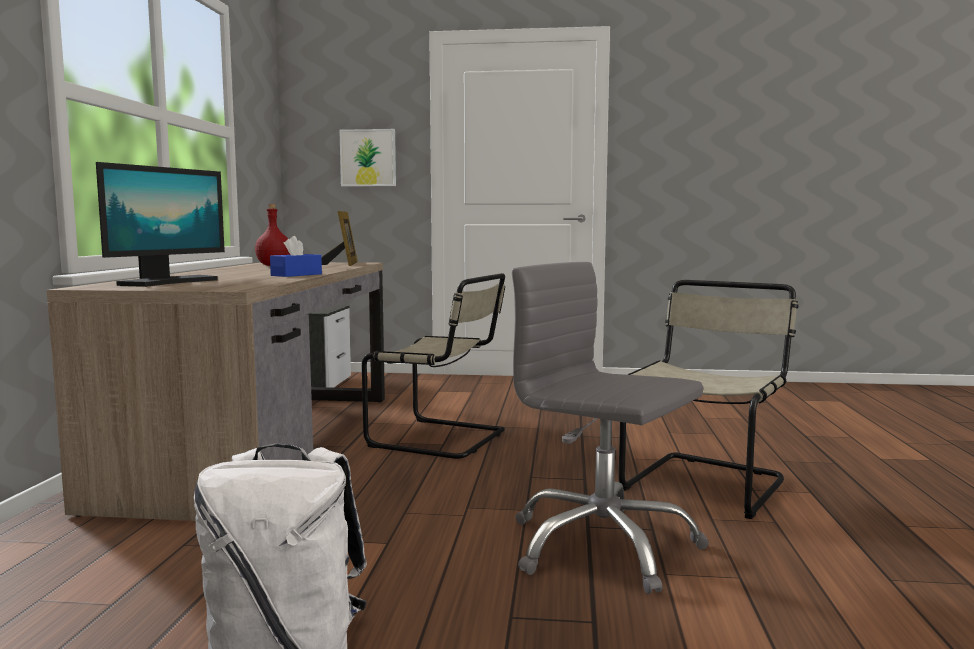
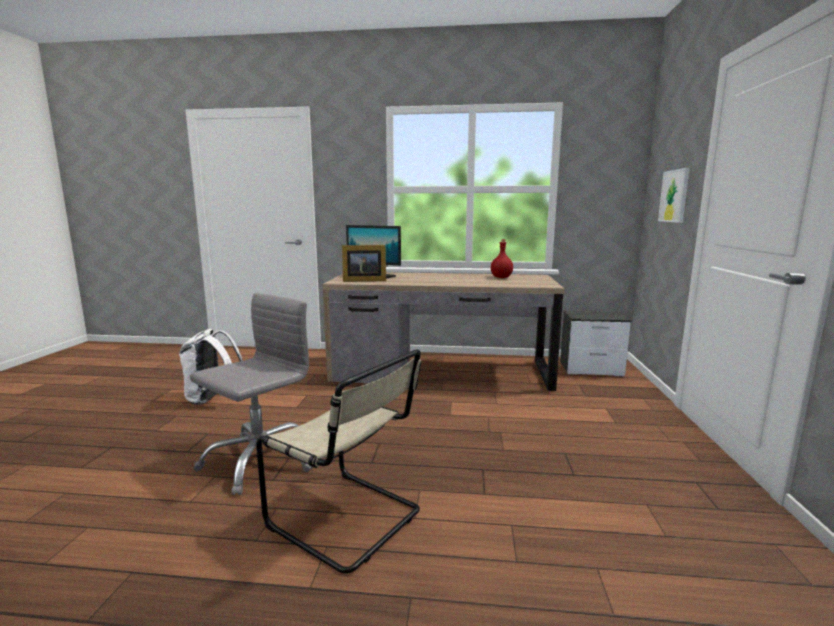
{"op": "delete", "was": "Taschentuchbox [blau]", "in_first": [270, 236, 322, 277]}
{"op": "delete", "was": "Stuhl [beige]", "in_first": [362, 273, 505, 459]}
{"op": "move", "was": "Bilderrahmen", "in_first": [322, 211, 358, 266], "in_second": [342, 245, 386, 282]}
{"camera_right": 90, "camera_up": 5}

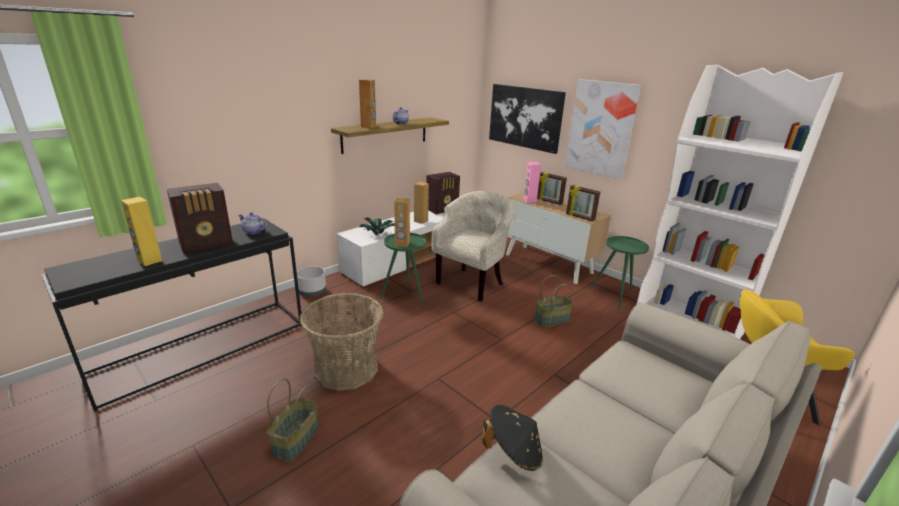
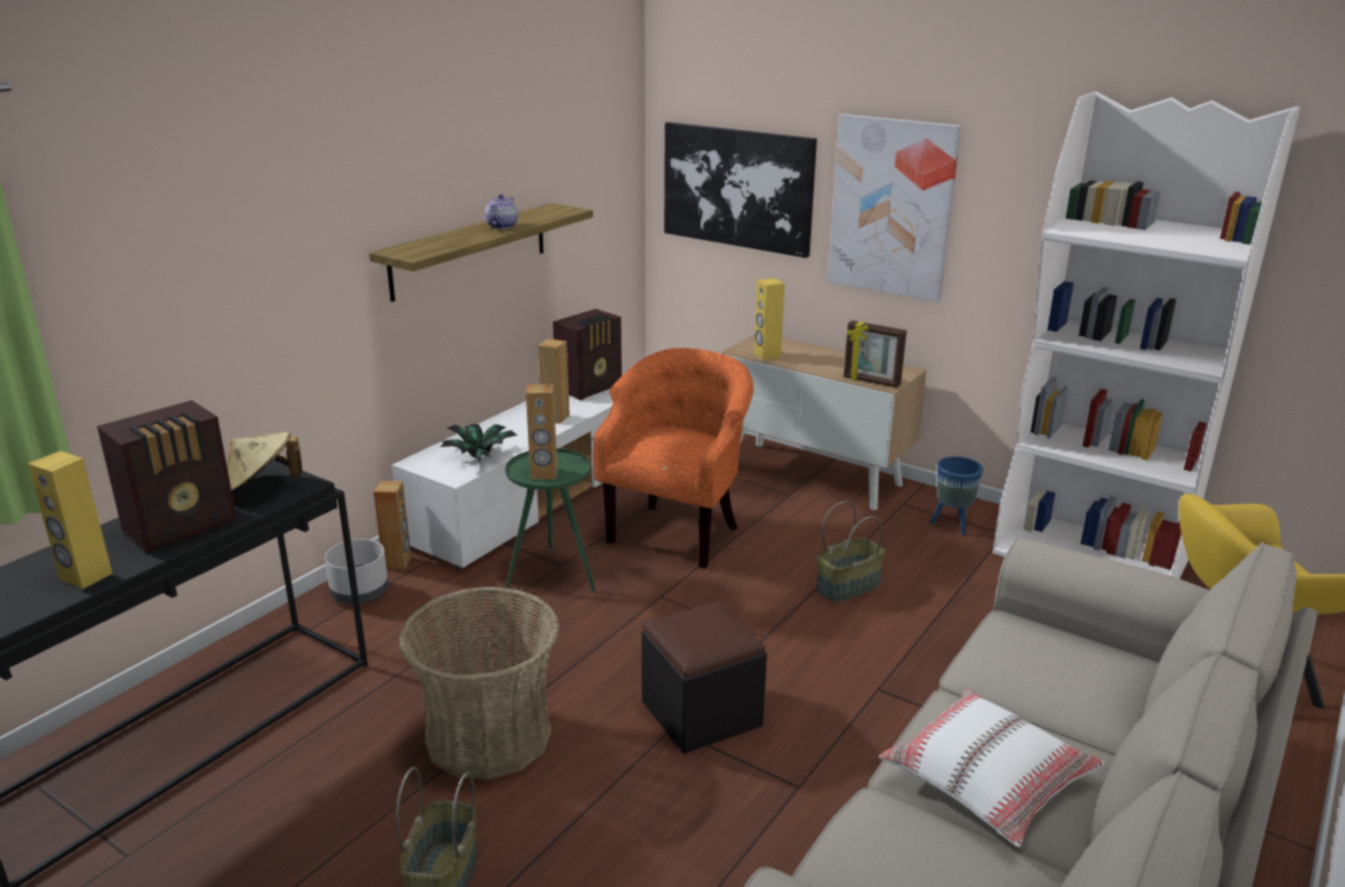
{"op": "delete", "was": "Hut [schwarz]", "in_first": [482, 405, 543, 471]}
{"op": "delete", "was": "Bilderrahmen", "in_first": [537, 172, 567, 205]}
{"op": "insert", "now": "Polsterhocker [schwarz]", "in_second": [642, 601, 767, 754]}
{"op": "insert", "now": "Kissen [weiß]", "in_second": [879, 688, 1105, 847]}
{"op": "move", "was": "Lautsprecher [braun]", "in_first": [359, 79, 376, 128], "in_second": [374, 481, 411, 570]}
{"op": "replace", "was": "Teekanne", "now": "Hut [beige]", "in_first": [238, 212, 267, 234], "in_second": [227, 432, 303, 495]}
{"op": "replace", "was": "Beistelltisch [grün]", "now": "Pflanzkübel [blau]", "in_first": [590, 236, 649, 310], "in_second": [930, 457, 983, 535]}
{"op": "recolor", "was": "Sessel [beige]", "now": "Sessel [orange]", "in_first": [431, 191, 515, 302], "in_second": [593, 348, 754, 568]}
{"op": "recolor", "was": "Lautsprecher [rosa]", "now": "Lautsprecher [gelb]", "in_first": [524, 162, 541, 203], "in_second": [754, 278, 785, 360]}
{"camera_right": -10, "camera_up": 0}

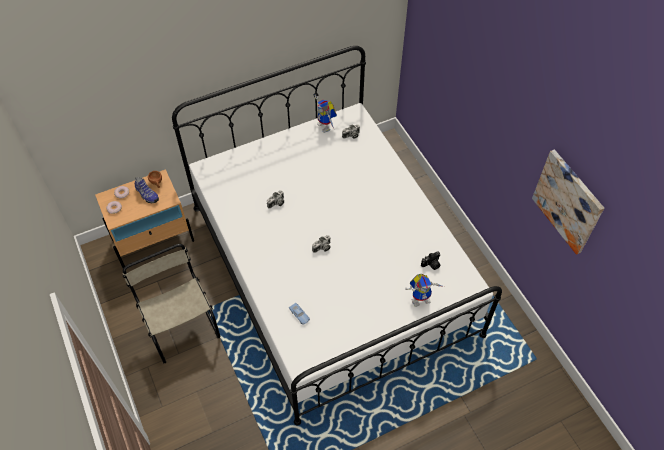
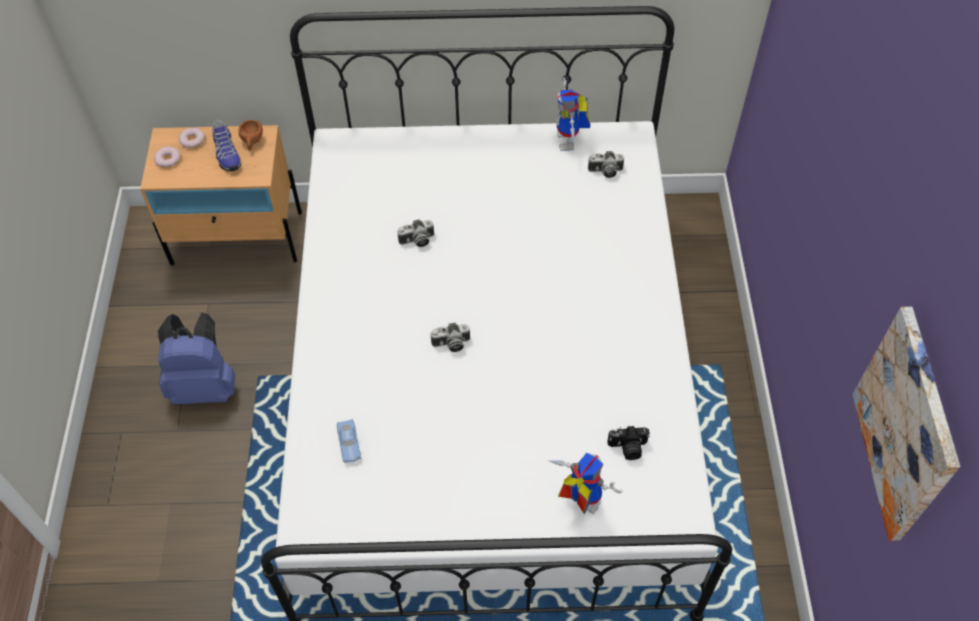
{"op": "replace", "was": "Stuhl [beige]", "now": "Rucksack [blau]", "in_first": [123, 244, 221, 363], "in_second": [158, 312, 235, 405]}
{"op": "rotate", "was": "Spielzeugroboter", "in_first": [405, 274, 444, 307], "in_second": [549, 453, 622, 515], "clockwise": -150}
{"camera_right": 25, "camera_up": 0}

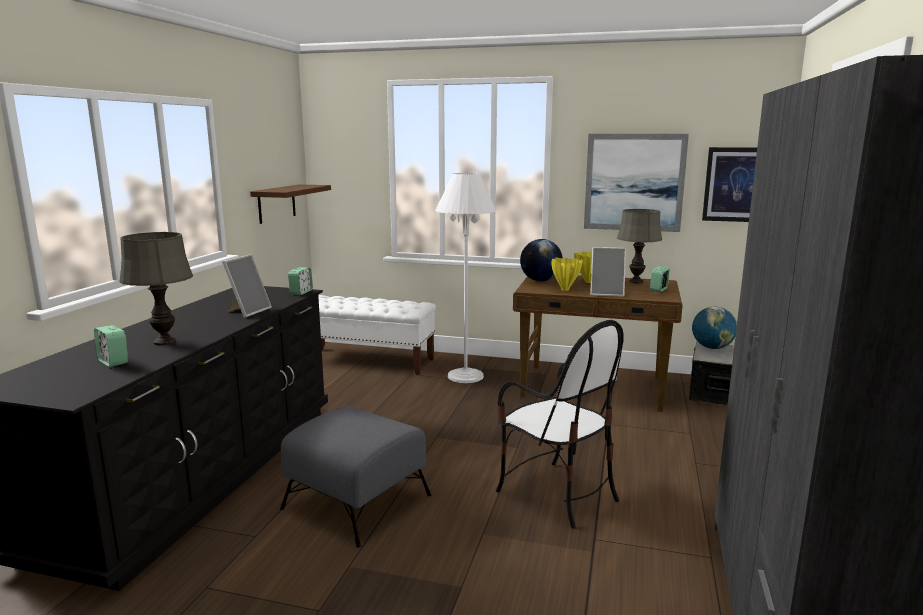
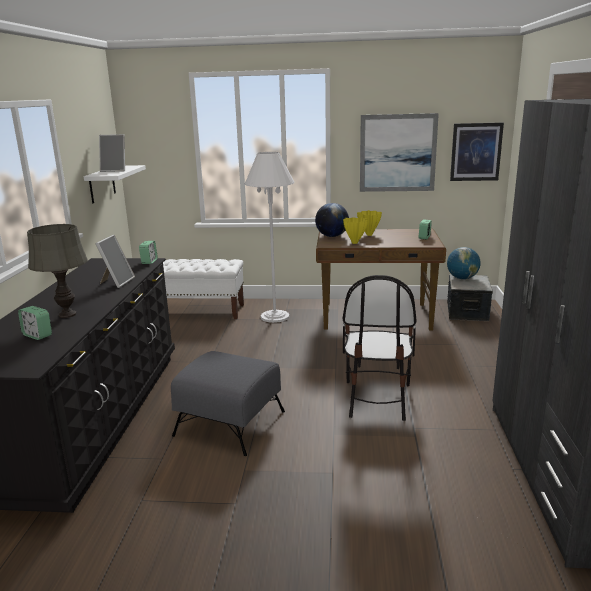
{"op": "delete", "was": "Tischlampe [grau]", "in_first": [617, 209, 662, 283]}
{"op": "move", "was": "Bilderrahmen", "in_first": [590, 247, 626, 297], "in_second": [99, 134, 125, 172]}
{"op": "recolor", "was": "Wandregal [braun]", "now": "Wandregal [weiß]", "in_first": [250, 184, 331, 224], "in_second": [84, 165, 146, 203]}
{"op": "rotate", "was": "Stuhl", "in_first": [496, 320, 624, 528], "in_second": [343, 275, 417, 421], "clockwise": 60}
{"camera_right": -10, "camera_up": 5}

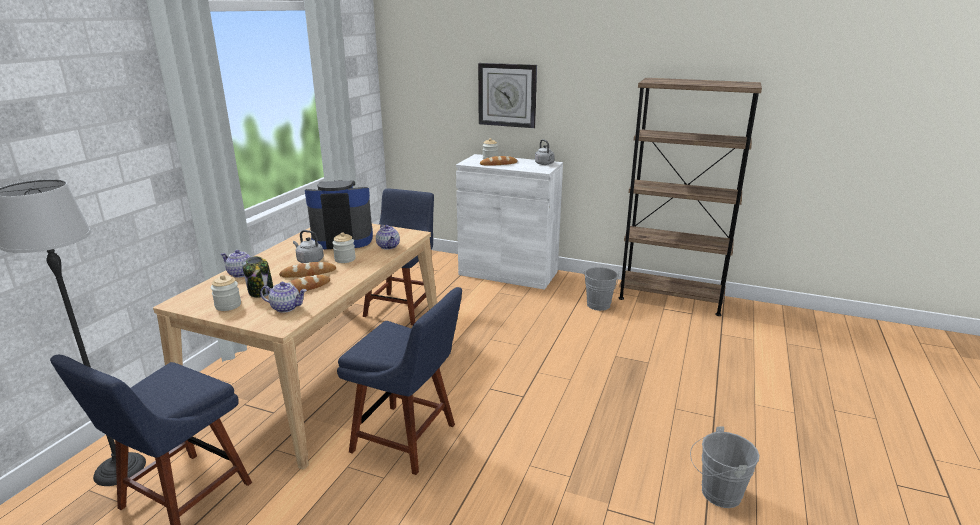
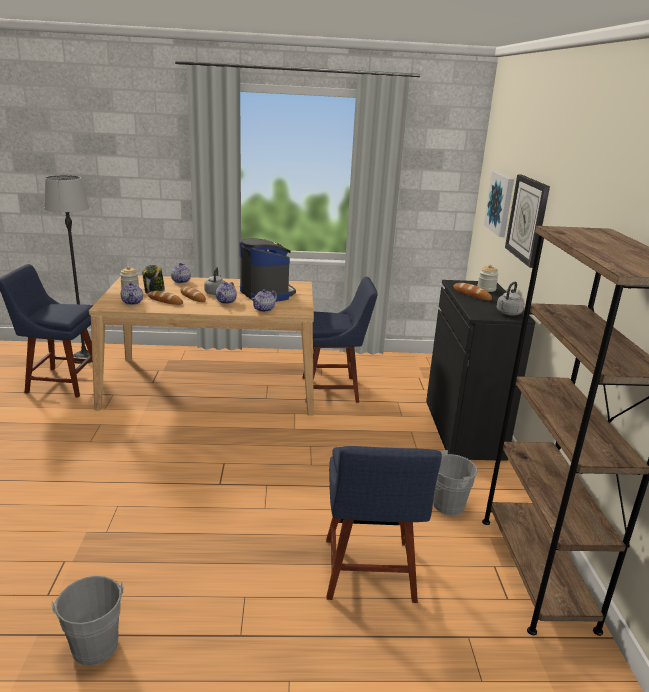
{"op": "insert", "now": "Bild", "in_second": [484, 171, 514, 237]}
{"op": "move", "was": "Stuhl [blau]", "in_first": [337, 287, 462, 475], "in_second": [326, 446, 442, 603]}
{"op": "replace", "was": "Vorratsglas", "now": "Teekanne", "in_first": [332, 232, 356, 263], "in_second": [216, 282, 237, 304]}
{"op": "recolor", "was": "Schrank [weiß]", "now": "Schrank [schwarz]", "in_first": [456, 154, 563, 290], "in_second": [426, 280, 535, 461]}
{"camera_right": 65, "camera_up": 0}

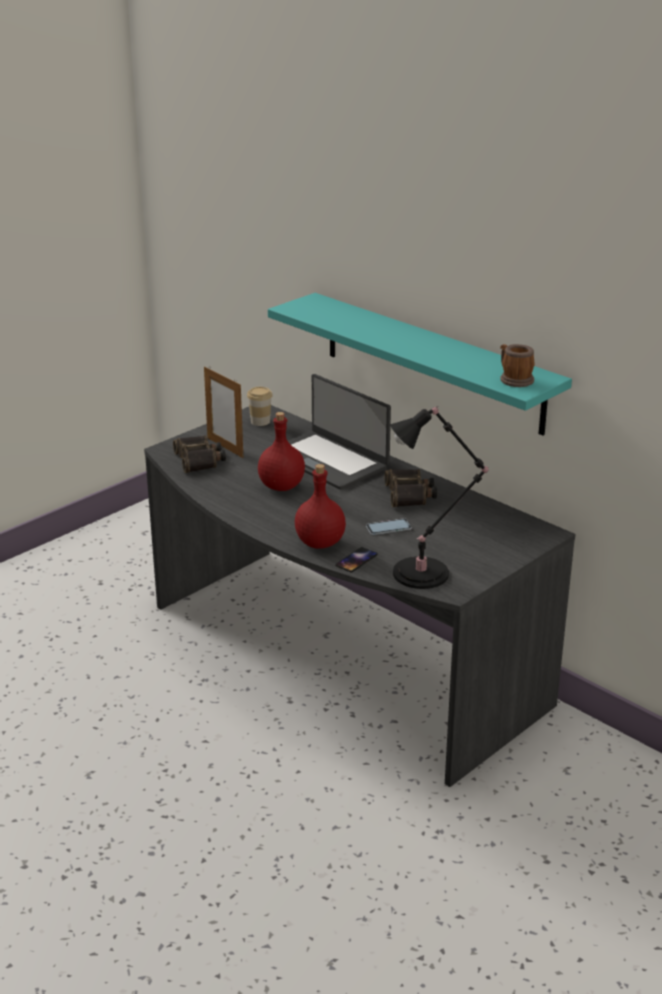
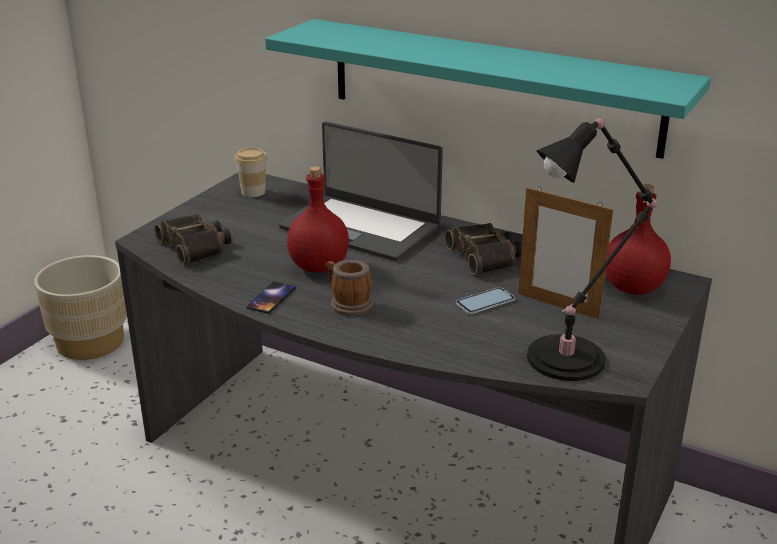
{"op": "insert", "now": "Pflanzkübel [beige]", "in_second": [34, 255, 127, 360]}
{"op": "move", "was": "Bilderrahmen", "in_first": [204, 366, 243, 458], "in_second": [518, 187, 613, 319]}
{"op": "move", "was": "Flasche [rot]", "in_first": [295, 464, 346, 549], "in_second": [605, 184, 671, 295]}
{"op": "move", "was": "Handy", "in_first": [335, 547, 378, 573], "in_second": [246, 282, 296, 314]}
{"op": "move", "was": "Henkelbecher", "in_first": [500, 344, 535, 387], "in_second": [326, 260, 373, 316]}
{"camera_right": -15, "camera_up": 0}

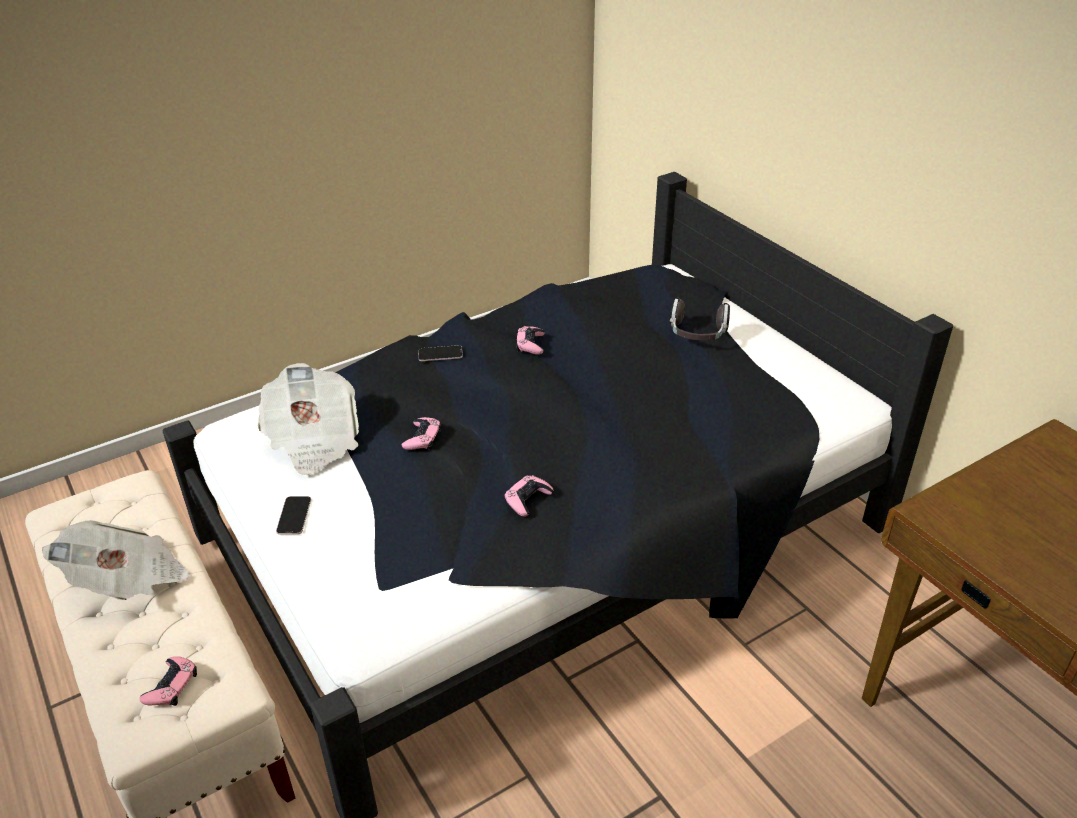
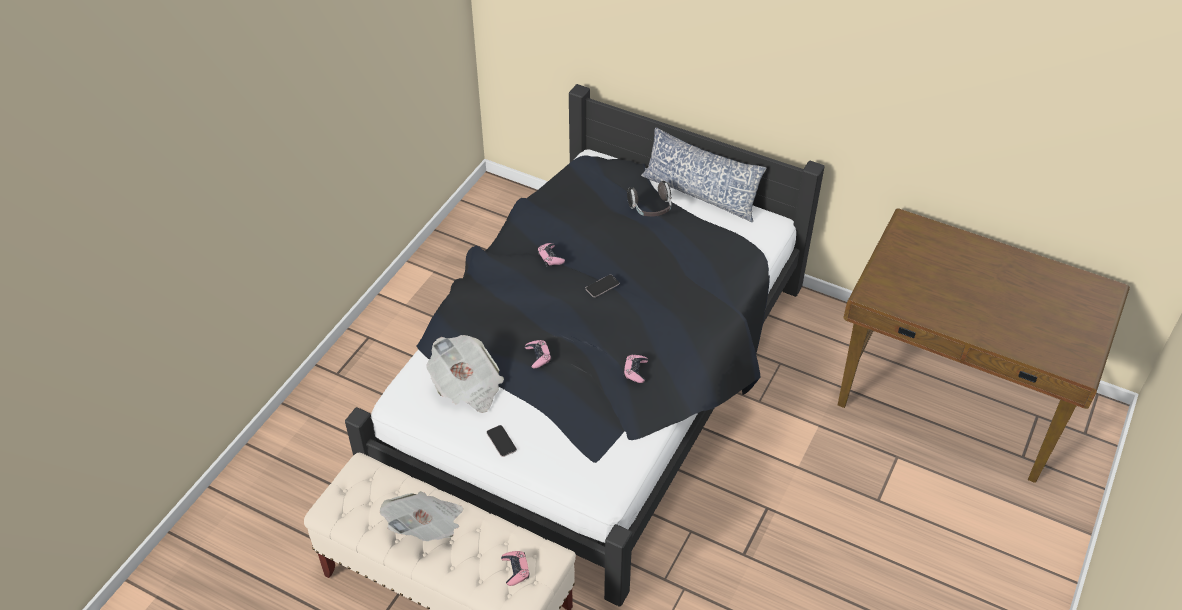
{"op": "insert", "now": "Kissen", "in_second": [641, 128, 767, 222]}
{"op": "move", "was": "Handy", "in_first": [418, 345, 463, 361], "in_second": [585, 275, 619, 297]}
{"camera_right": -30, "camera_up": 10}

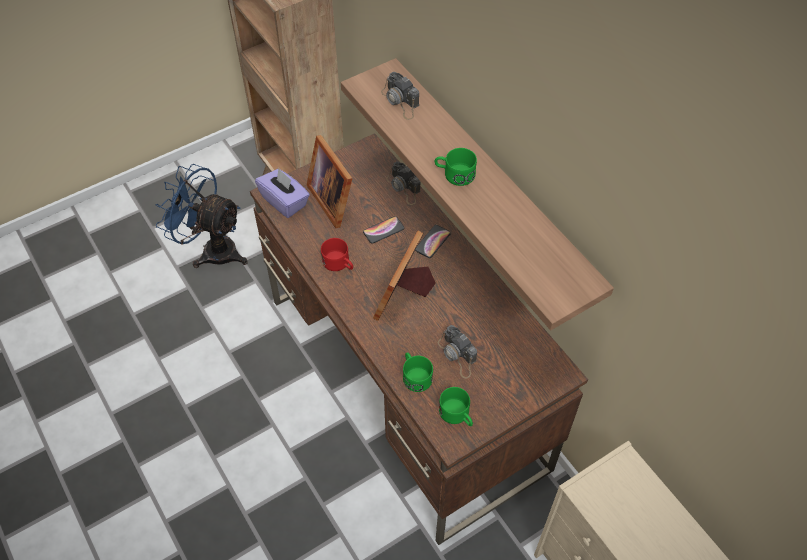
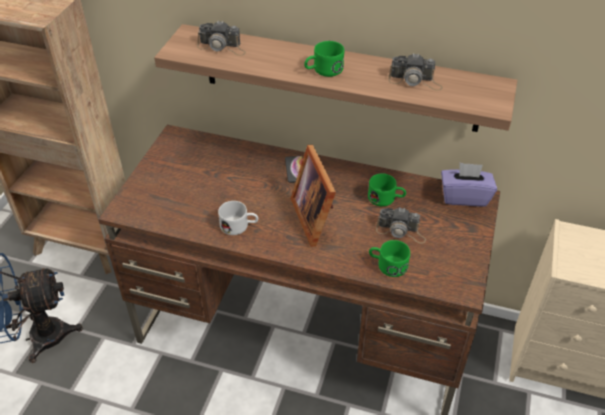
{"op": "delete", "was": "Bilderrahmen", "in_first": [307, 135, 352, 228]}
{"op": "delete", "was": "Handy", "in_first": [363, 216, 404, 244]}
{"op": "move", "was": "Taschentuchbox [lila]", "in_first": [255, 168, 310, 218], "in_second": [441, 163, 497, 207]}
{"op": "move", "was": "Kamera", "in_first": [386, 161, 420, 205], "in_second": [388, 53, 443, 91]}
{"op": "move", "was": "Henkelbecher [grün]", "in_first": [439, 387, 473, 426], "in_second": [368, 173, 406, 206]}
{"op": "recolor", "was": "Henkelbecher [rot]", "now": "Henkelbecher [weiß]", "in_first": [321, 238, 353, 271], "in_second": [218, 201, 258, 235]}
{"camera_right": -40, "camera_up": -10}

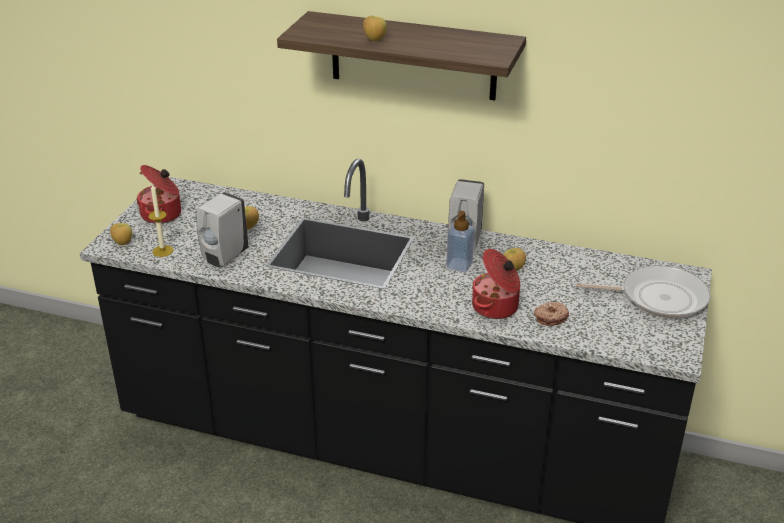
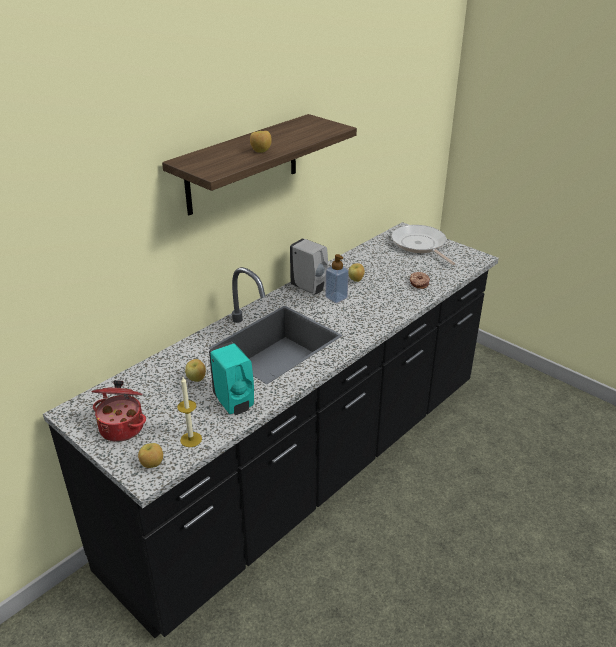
{"op": "delete", "was": "Kochtopf", "in_first": [472, 249, 520, 319]}
{"op": "recolor", "was": "Seifenspender [weiß]", "now": "Seifenspender [türkis]", "in_first": [196, 192, 248, 267], "in_second": [209, 342, 254, 415]}
{"op": "rotate", "was": "Pfanne", "in_first": [575, 265, 710, 318], "in_second": [391, 225, 455, 265], "clockwise": -60}
{"camera_right": -65, "camera_up": 0}

